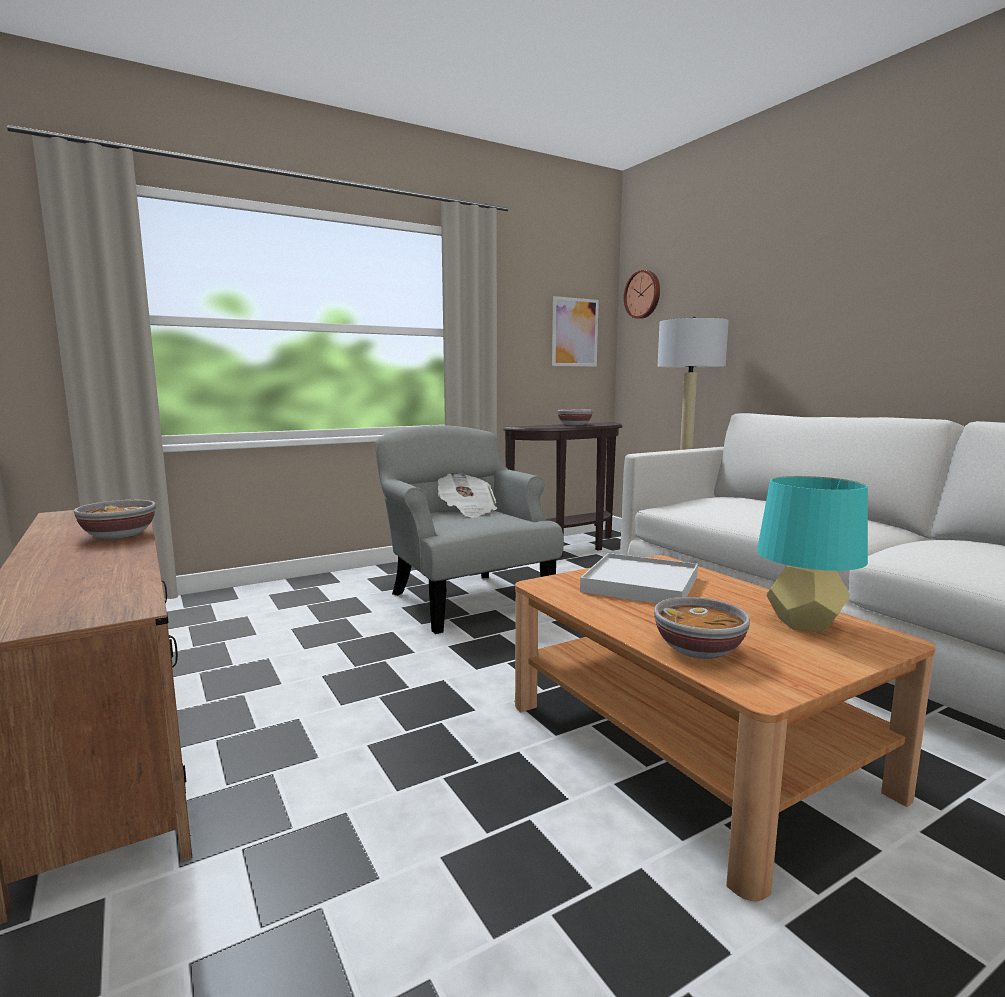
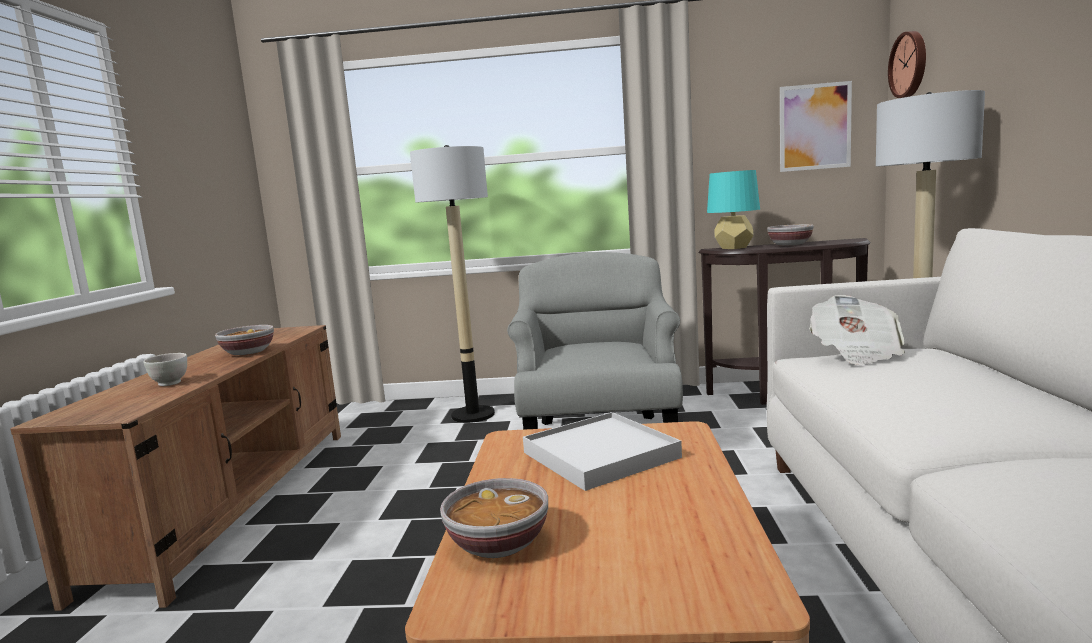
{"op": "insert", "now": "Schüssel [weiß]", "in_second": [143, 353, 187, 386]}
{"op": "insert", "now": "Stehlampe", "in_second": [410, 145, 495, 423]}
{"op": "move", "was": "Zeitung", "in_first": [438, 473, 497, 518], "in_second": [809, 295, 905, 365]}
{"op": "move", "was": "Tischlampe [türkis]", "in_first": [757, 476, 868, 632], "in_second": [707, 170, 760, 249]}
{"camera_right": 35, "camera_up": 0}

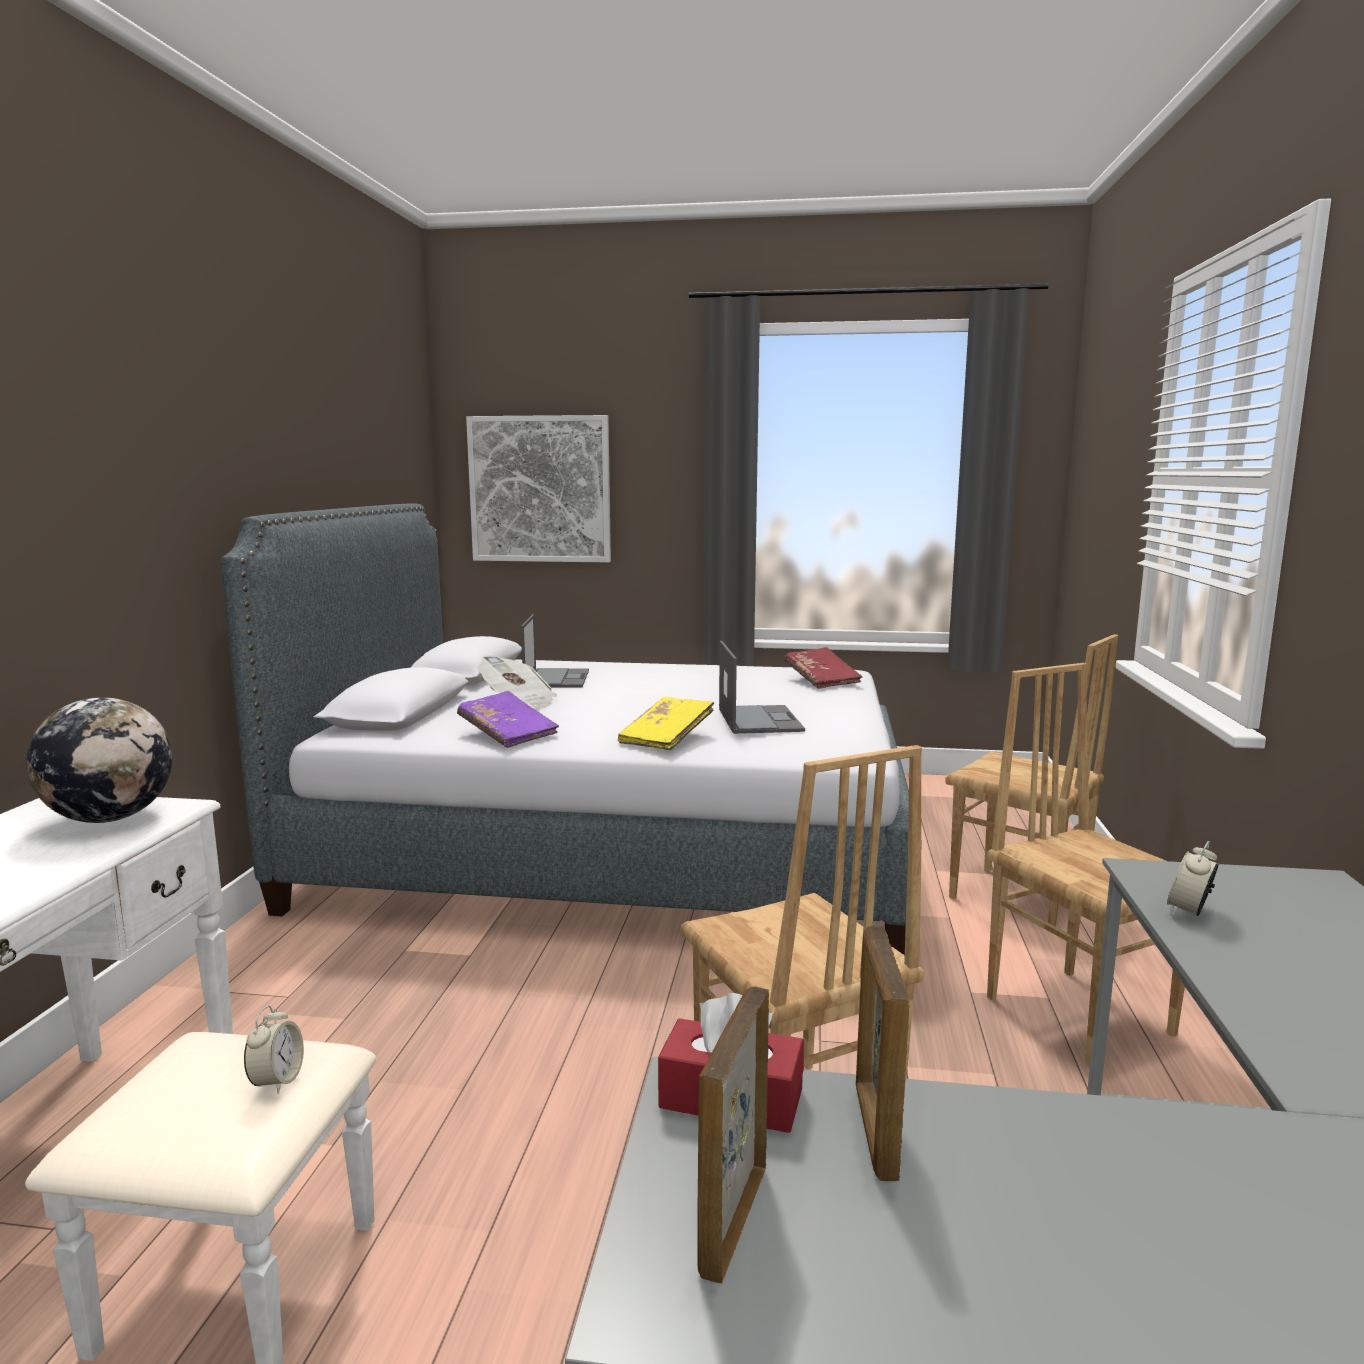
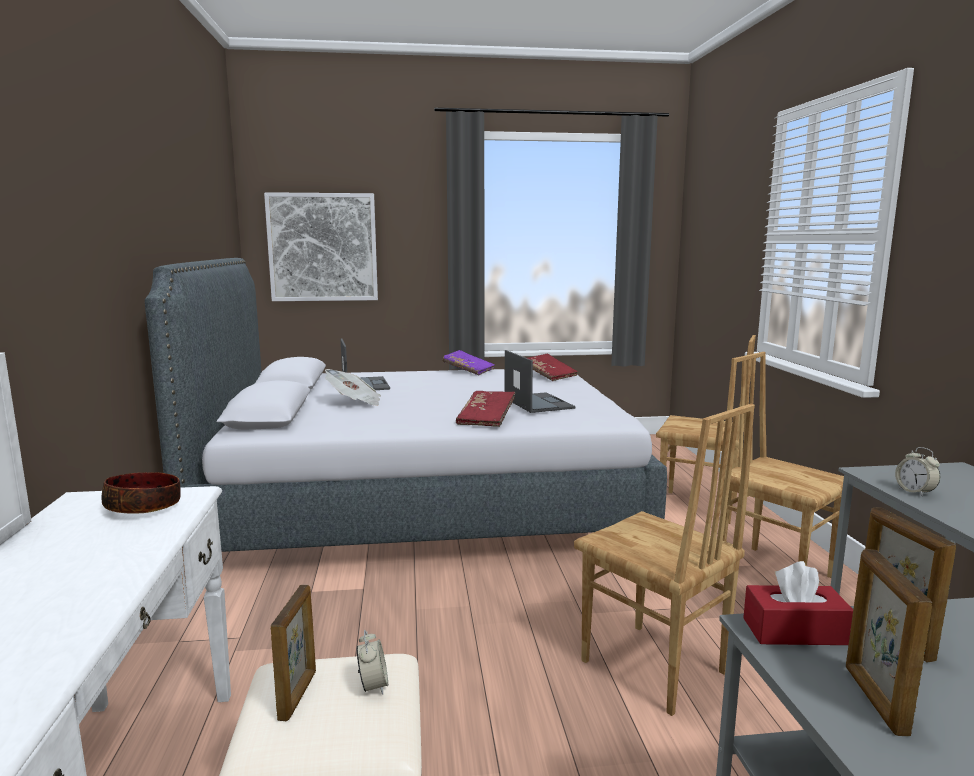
{"op": "insert", "now": "Bilderrahmen", "in_second": [271, 585, 316, 722]}
{"op": "move", "was": "Buch [lila]", "in_first": [457, 691, 559, 748], "in_second": [442, 350, 495, 376]}
{"op": "replace", "was": "Globus", "now": "Schüssel", "in_first": [26, 697, 172, 823], "in_second": [102, 472, 181, 514]}
{"op": "recolor", "was": "Buch [gelb]", "now": "Buch [rot]", "in_first": [618, 697, 714, 750], "in_second": [456, 391, 515, 427]}
{"op": "rotate", "was": "Wecker", "in_first": [1167, 841, 1219, 916], "in_second": [895, 447, 940, 497], "clockwise": -45}
{"camera_right": -15, "camera_up": 0}

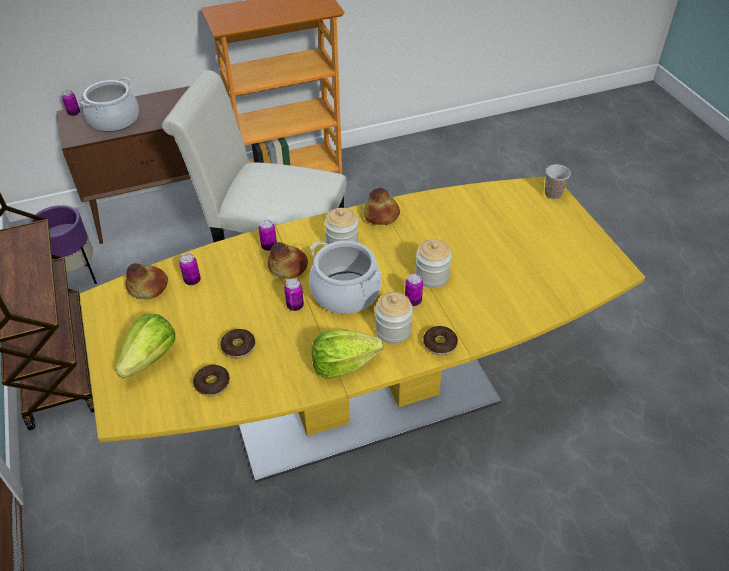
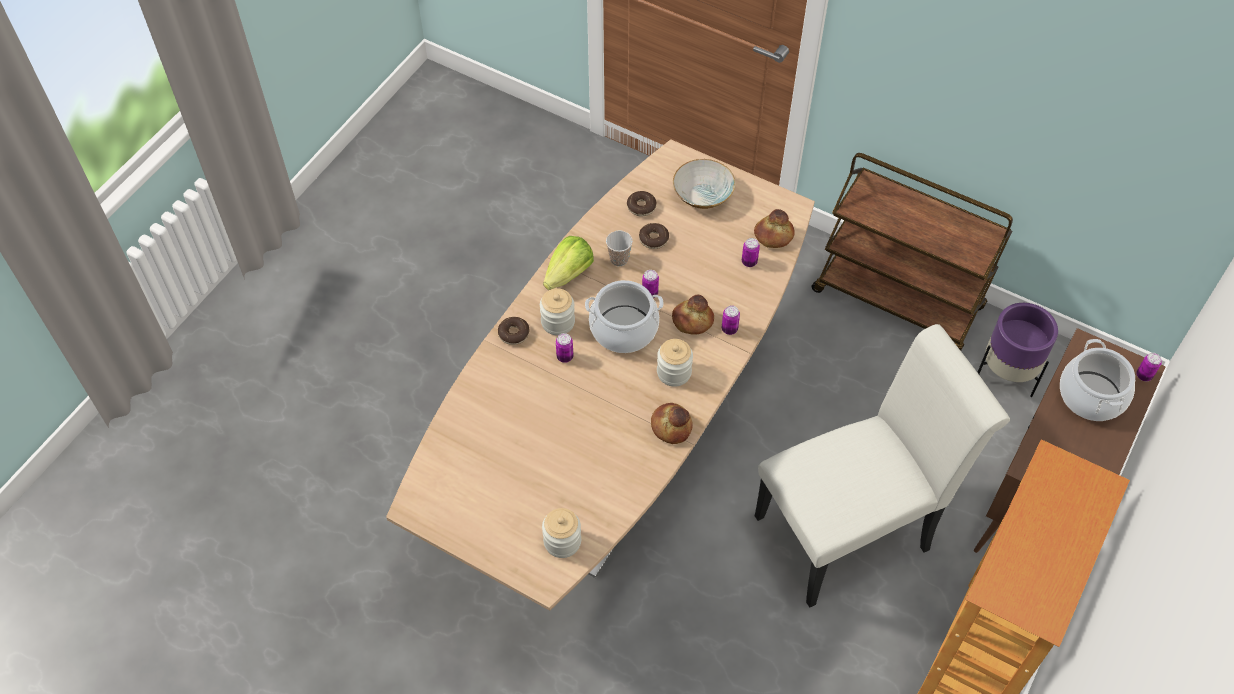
{"op": "move", "was": "Vorratsglas", "in_first": [415, 239, 452, 288], "in_second": [542, 508, 581, 558]}
{"op": "move", "was": "Tasse", "in_first": [545, 165, 571, 199], "in_second": [606, 230, 633, 266]}
{"op": "replace", "was": "Salatkopf", "now": "Schüssel", "in_first": [115, 314, 175, 378], "in_second": [673, 159, 735, 209]}
{"op": "recolor", "was": "Esstisch [gelb]", "now": "Esstisch [braun]", "in_first": [79, 176, 645, 483], "in_second": [386, 139, 815, 611]}
{"camera_right": 140, "camera_up": 10}

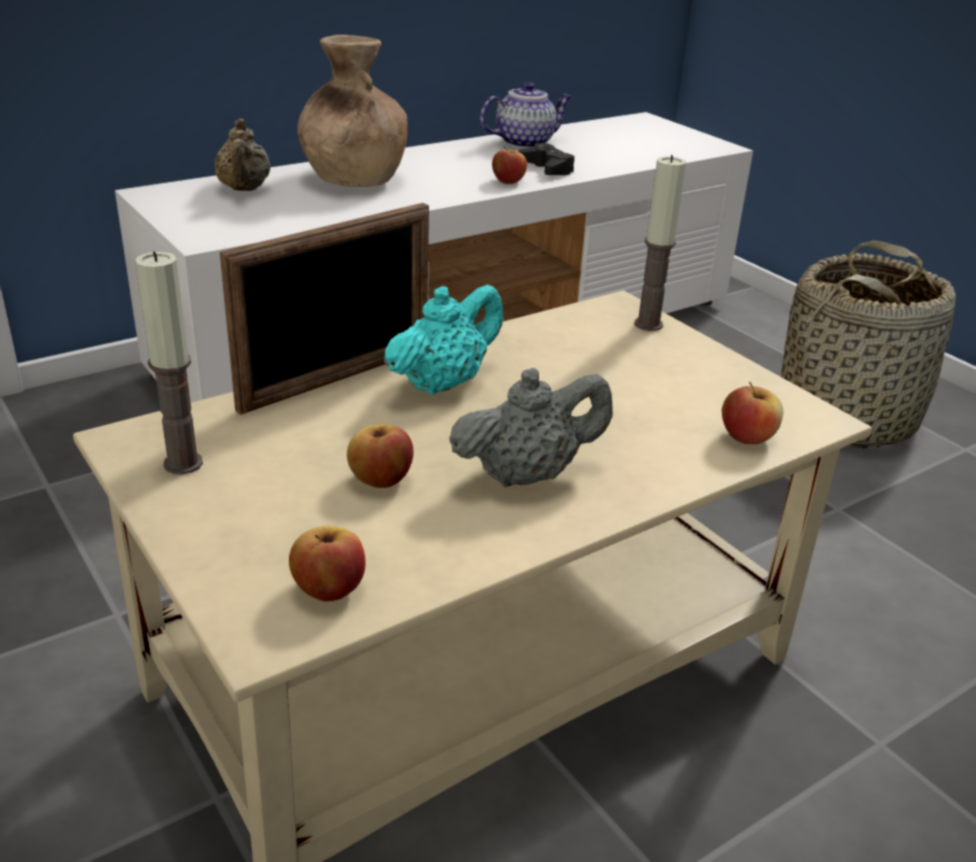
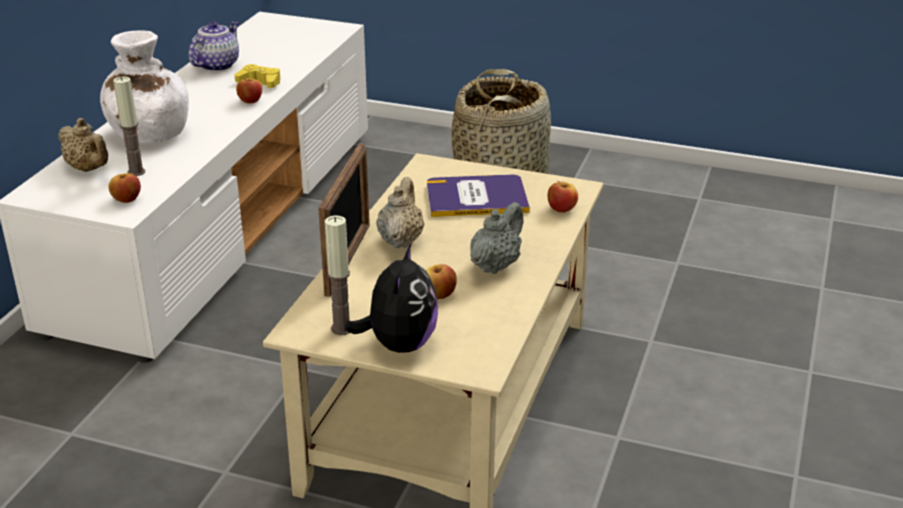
{"op": "insert", "now": "Plüschtier", "in_second": [345, 242, 438, 353]}
{"op": "insert", "now": "Buch", "in_second": [427, 174, 530, 217]}
{"op": "move", "was": "Apfel", "in_first": [289, 526, 366, 602], "in_second": [109, 173, 141, 203]}
{"op": "move", "was": "Kerze", "in_first": [634, 155, 686, 331], "in_second": [113, 77, 145, 176]}
{"op": "recolor", "was": "Vase [braun]", "now": "Vase [weiß]", "in_first": [297, 35, 408, 187], "in_second": [100, 31, 189, 143]}
{"op": "recolor", "was": "Teekanne [türkis]", "now": "Teekanne [beige]", "in_first": [384, 284, 503, 395], "in_second": [376, 177, 424, 248]}
{"op": "recolor", "was": "Gamepad [schwarz]", "now": "Gamepad [gelb]", "in_first": [518, 143, 575, 175], "in_second": [235, 64, 280, 88]}
{"camera_right": -35, "camera_up": 0}

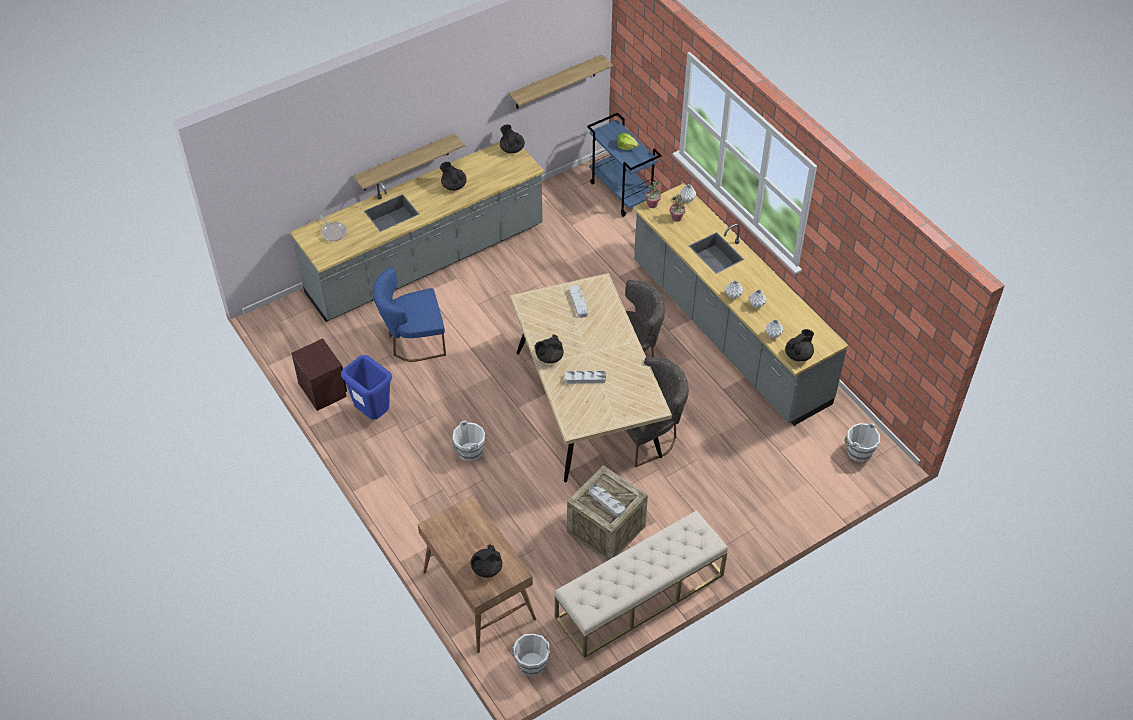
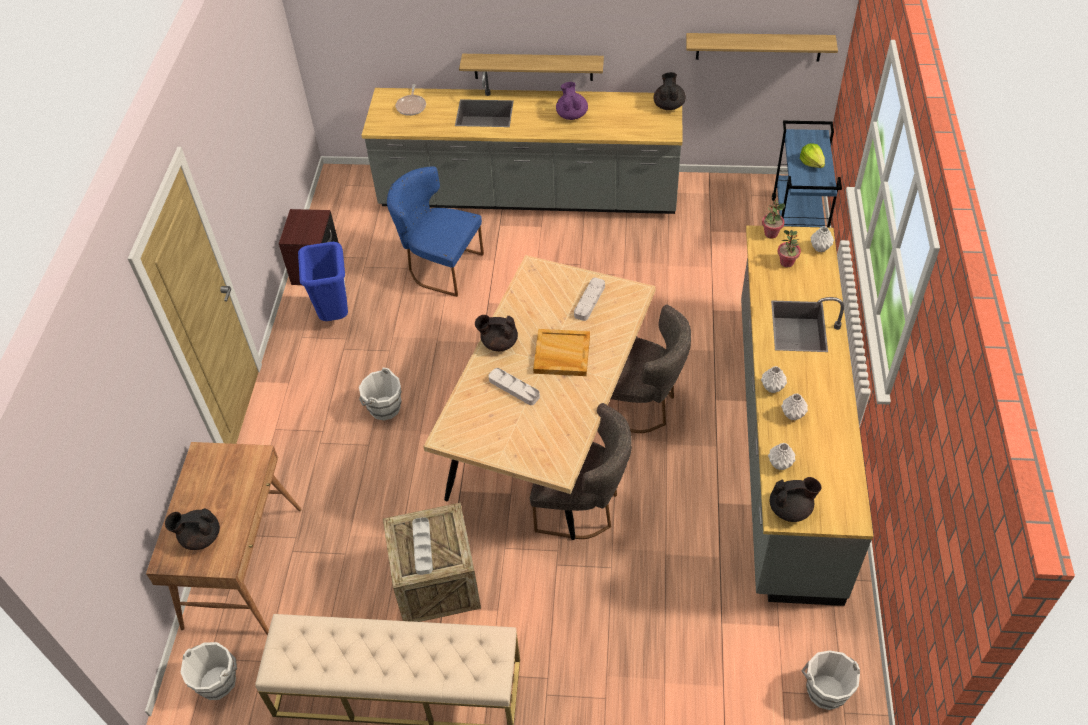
{"op": "insert", "now": "Tablett [beige]", "in_second": [533, 329, 590, 376]}
{"op": "recolor", "was": "Teekanne [schwarz]", "now": "Teekanne [lila]", "in_first": [440, 162, 467, 191], "in_second": [556, 82, 588, 120]}
{"camera_right": 40, "camera_up": 0}

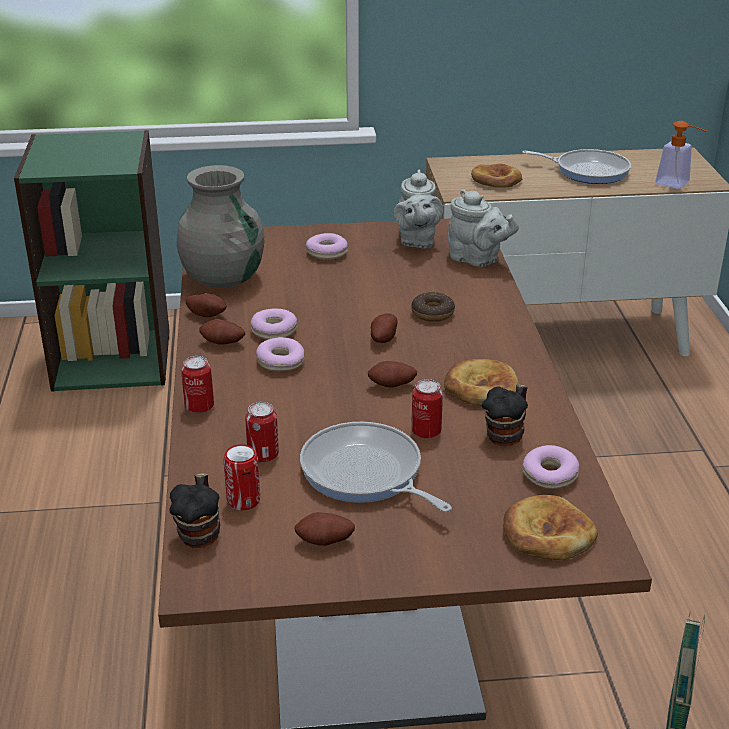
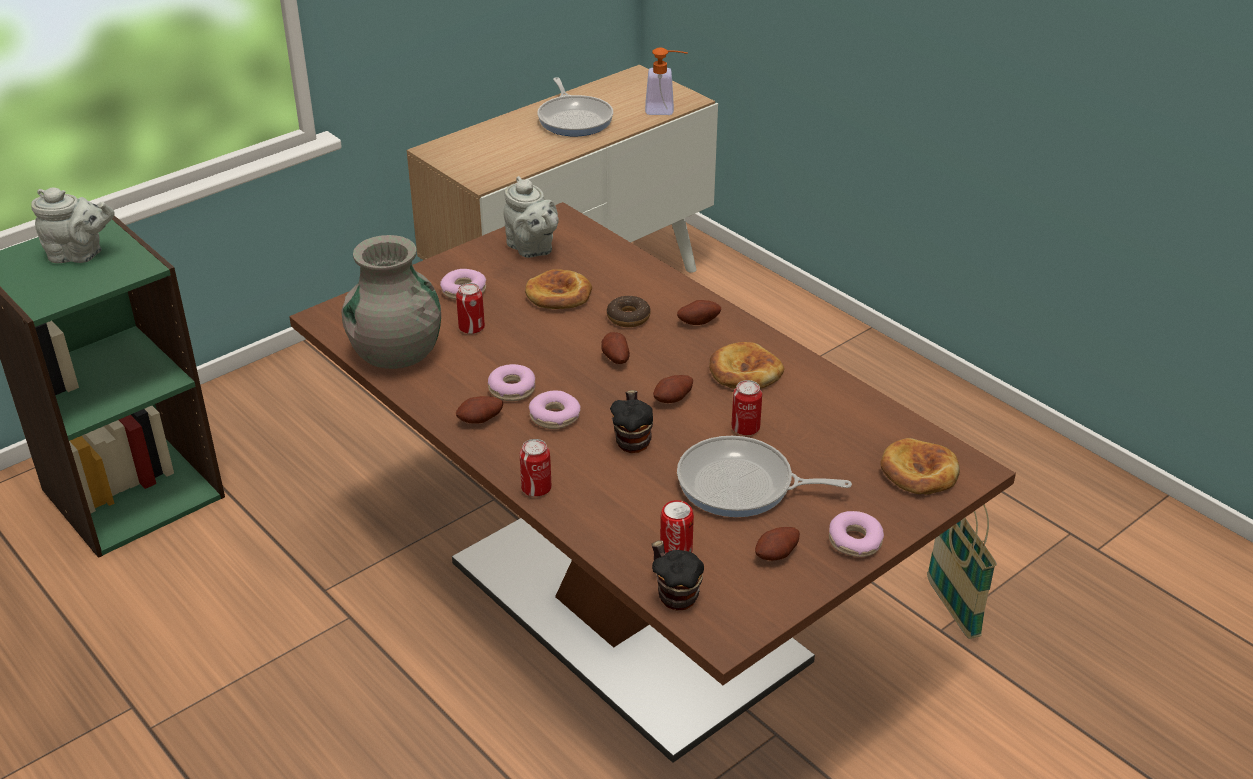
{"op": "move", "was": "Kartoffel", "in_first": [186, 293, 227, 317], "in_second": [677, 300, 721, 325]}
{"op": "move", "was": "Dose", "in_first": [245, 402, 279, 462], "in_second": [456, 283, 485, 334]}
{"op": "move", "was": "Teekanne [grau]", "in_first": [448, 189, 519, 267], "in_second": [31, 188, 114, 263]}
{"op": "move", "was": "Brot", "in_first": [471, 163, 522, 187], "in_second": [525, 269, 592, 309]}
{"op": "move", "was": "Henkelbecher", "in_first": [482, 384, 528, 446], "in_second": [610, 390, 653, 453]}
{"op": "move", "was": "Donut", "in_first": [523, 445, 579, 489], "in_second": [829, 511, 884, 557]}
{"op": "rotate", "was": "Pfanne", "in_first": [522, 149, 631, 184], "in_second": [537, 77, 613, 136], "clockwise": 90}
{"camera_right": -35, "camera_up": 5}

